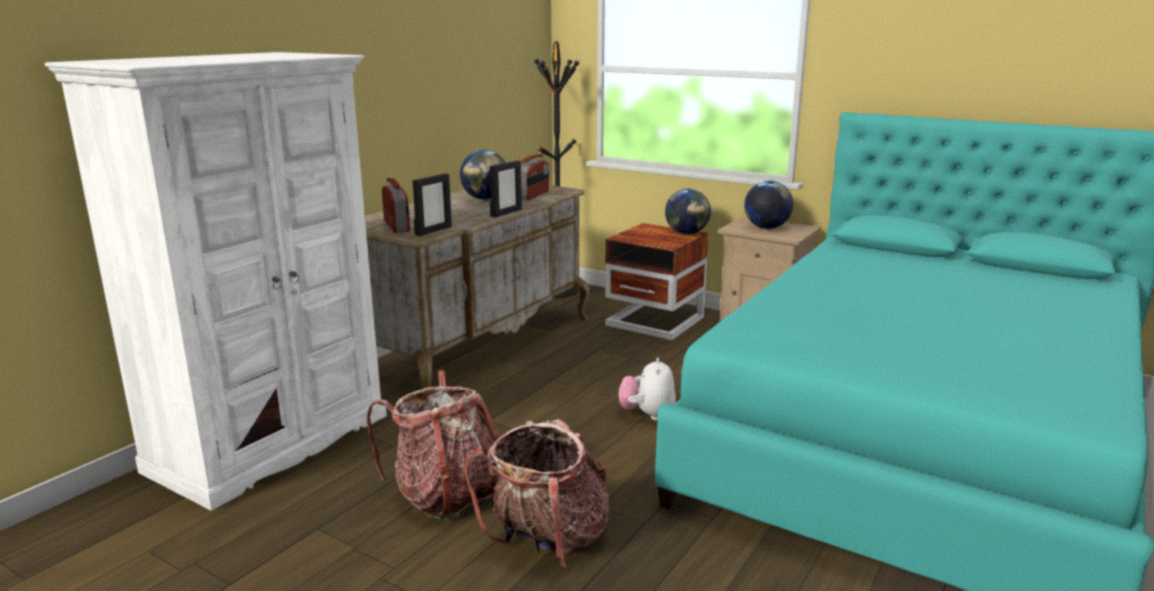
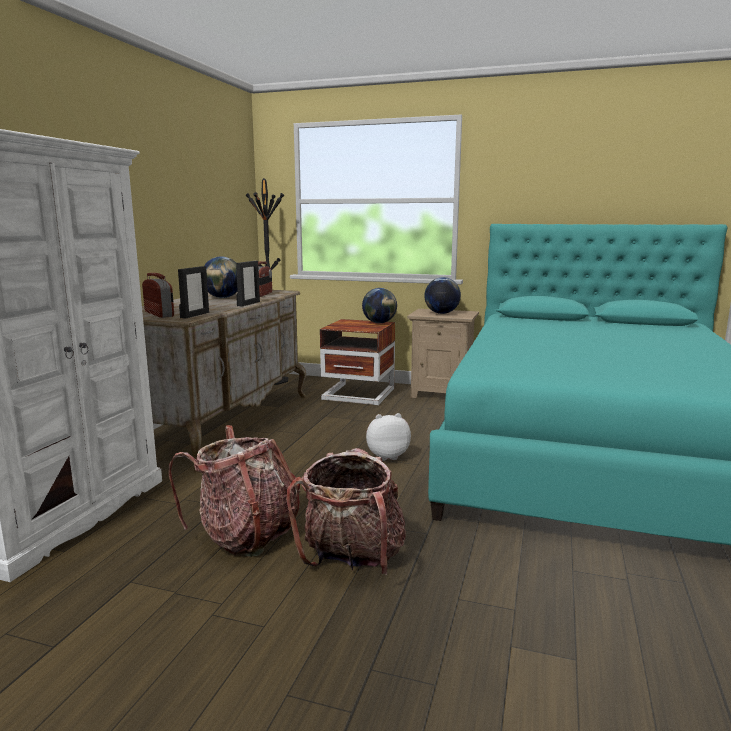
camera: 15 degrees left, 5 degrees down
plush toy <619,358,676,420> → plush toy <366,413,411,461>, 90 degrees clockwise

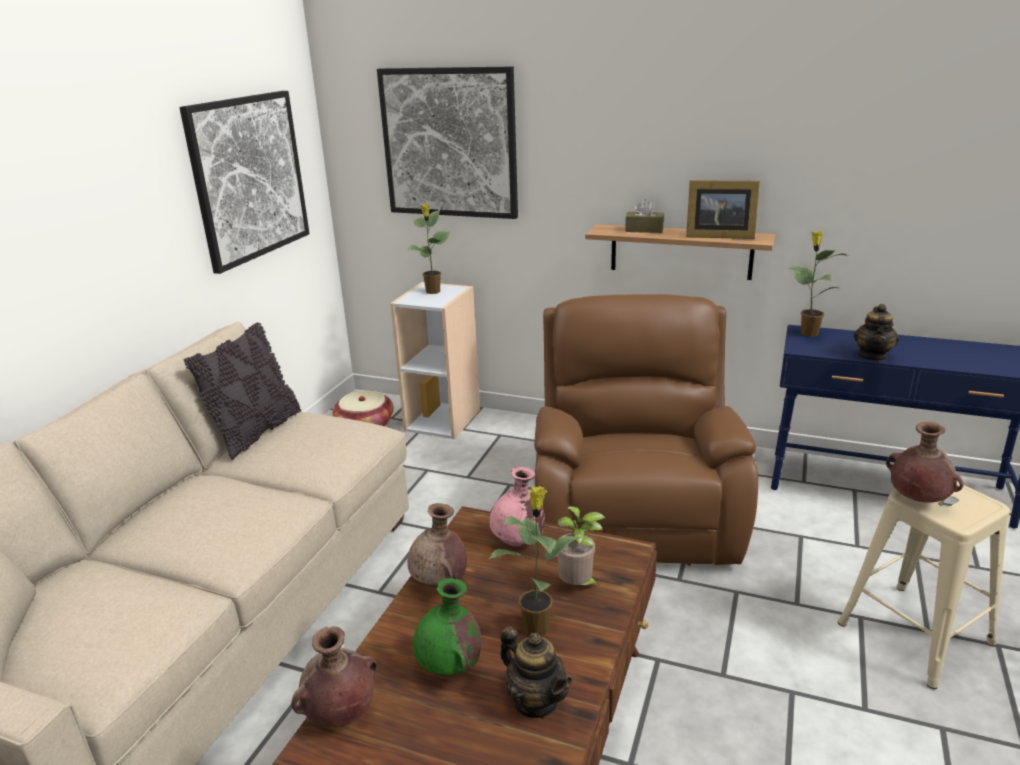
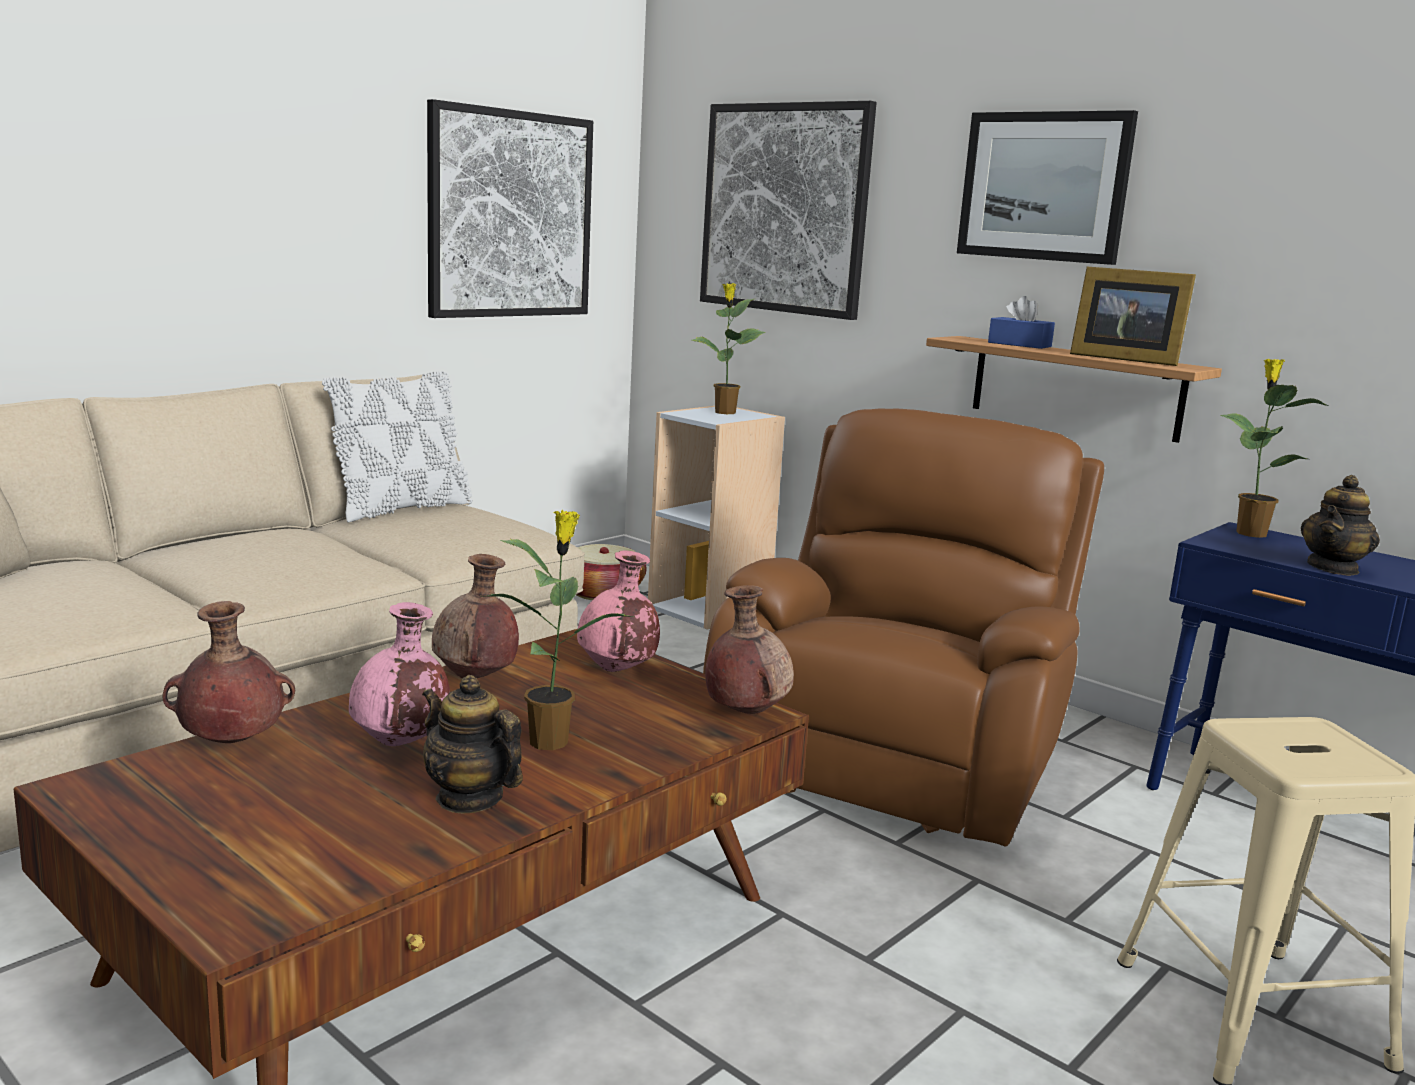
camera: 20 degrees right, 10 degrees down
brown tissue box <625,199,664,233> → blue tissue box <988,296,1055,349>
black-coloured throw pillow <184,322,301,460> → white-coloured throw pillow <322,371,472,522>
brown decorative vase <886,422,964,503> → brown decorative vase <705,585,794,714>, shifted
potted plant <558,506,605,586> → -
green-coloured decorative vase <413,578,482,675> → pink-coloured decorative vase <349,602,450,746>
pot for tea <500,627,573,718> → pot for tea <422,675,523,813>, 150 degrees clockwise
- → wall art <957,110,1138,265>

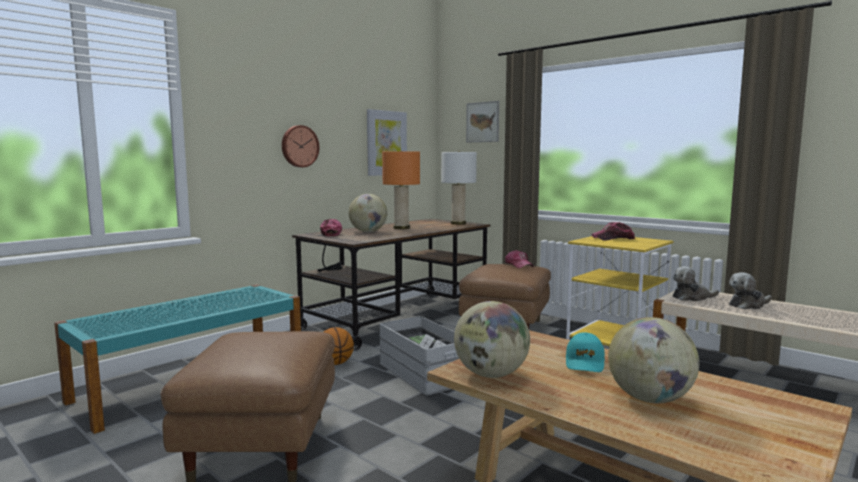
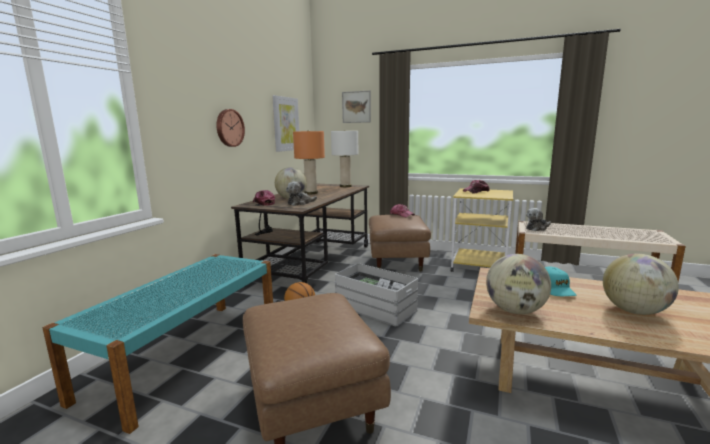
camera: 20 degrees left, 5 degrees up
plush toy <729,272,772,309> → plush toy <286,182,317,206>, shifted

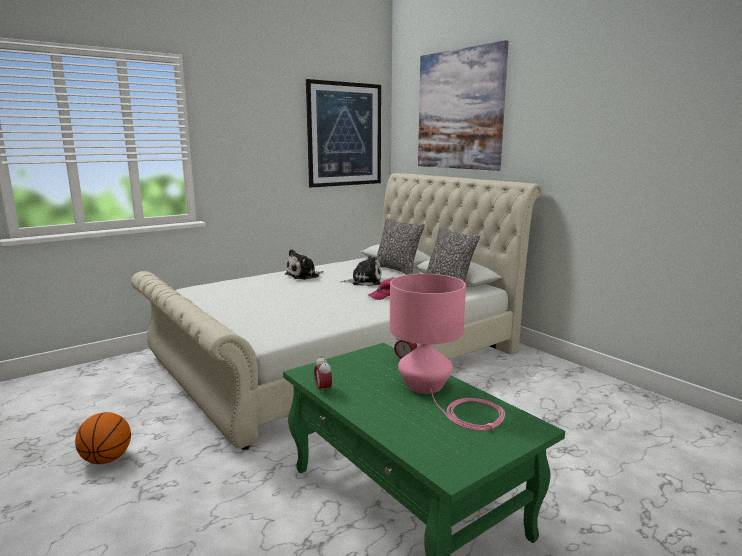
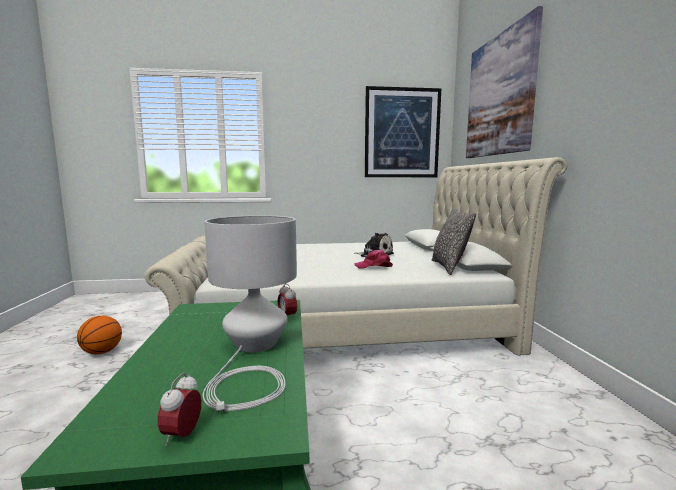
camera: 30 degrees right, 5 degrees down
throw pillow <376,218,425,275> → -
plush toy <285,249,323,280> → -
pink-coloured tabletop lamp <390,274,505,431> → white-coloured tabletop lamp <203,215,297,415>
table clock <314,355,332,392> → table clock <157,373,201,446>, shifted

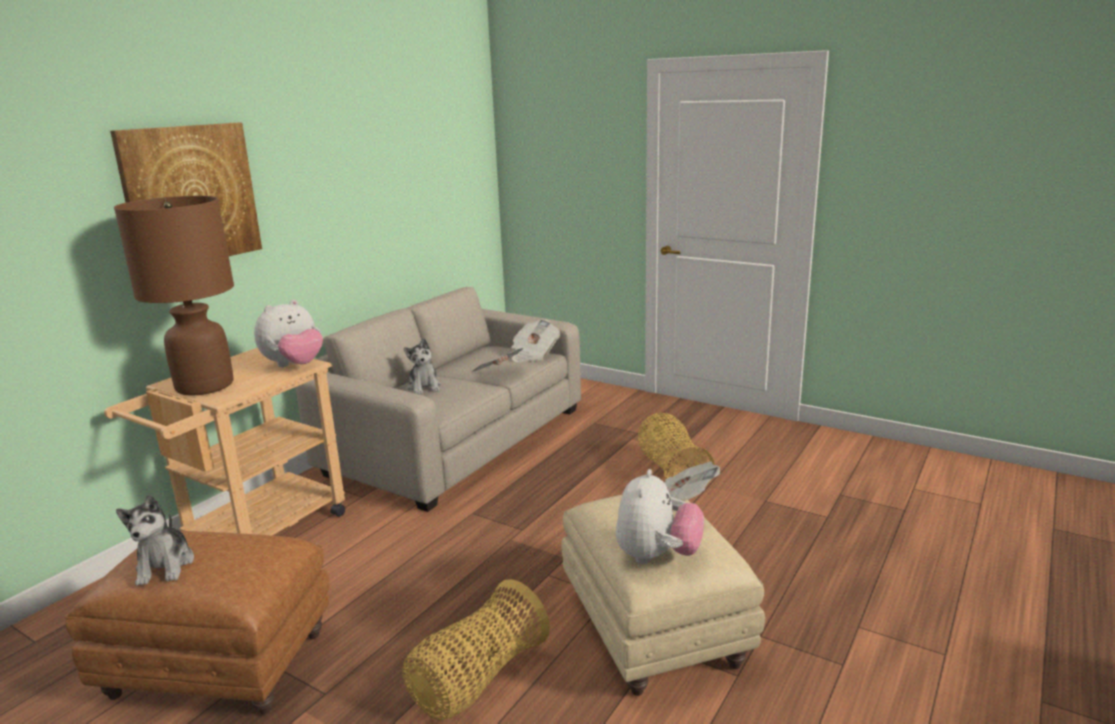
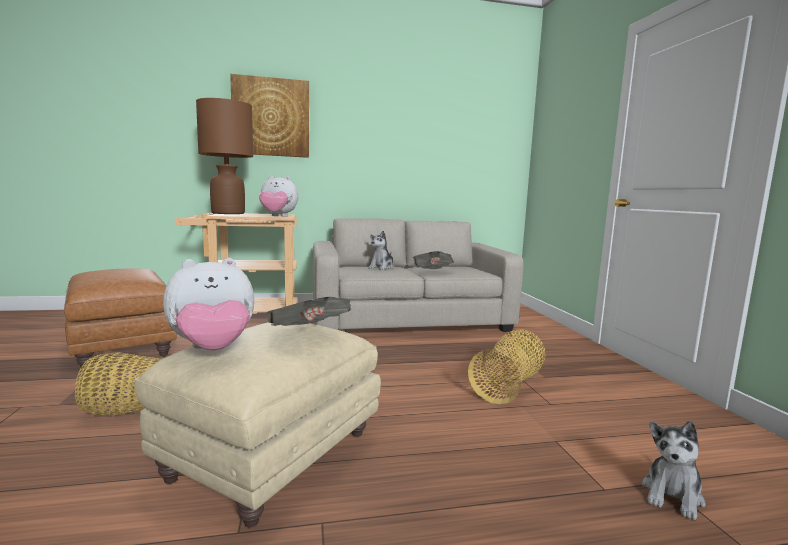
camera: 45 degrees right, 10 degrees down
printed paper <511,319,560,362> → -
plush toy <116,494,194,586> → plush toy <642,421,706,520>, shifted

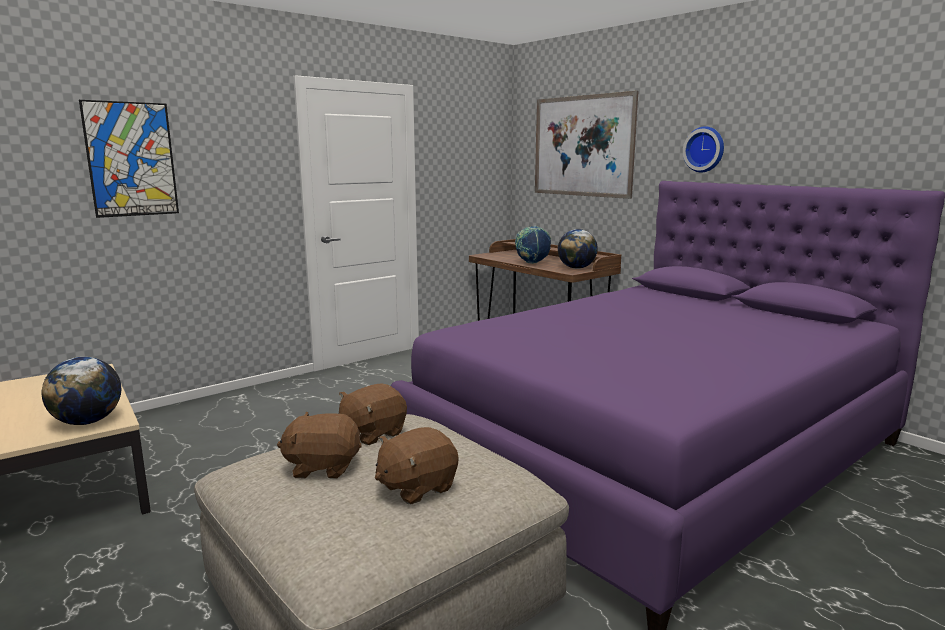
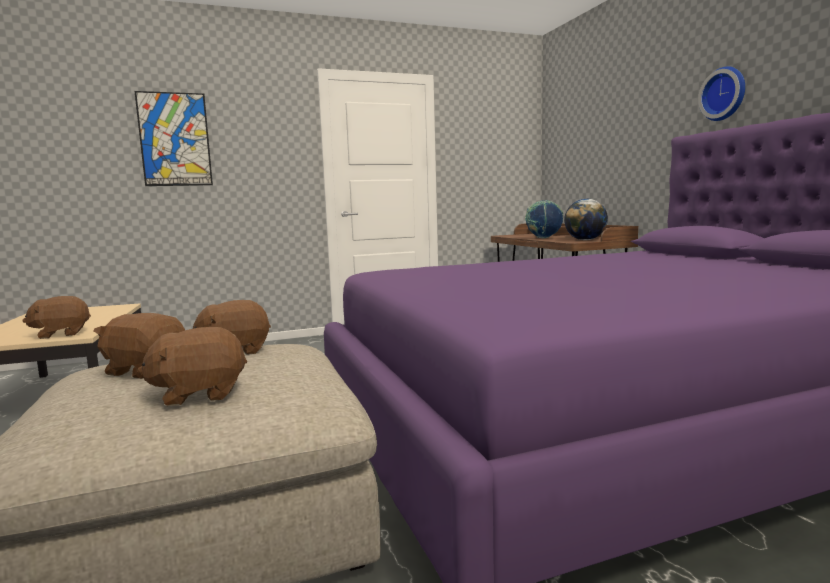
camera: 20 degrees right, 5 degrees down
wall art <535,91,638,199> → -
world globe <42,357,121,425> → brown plush toy <22,296,91,339>

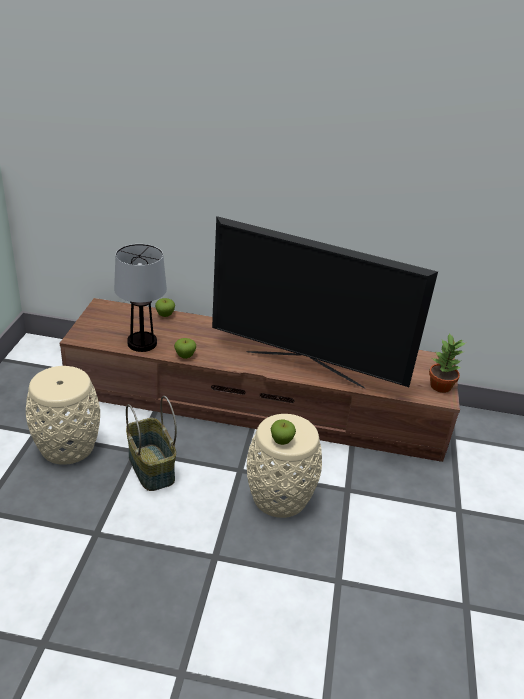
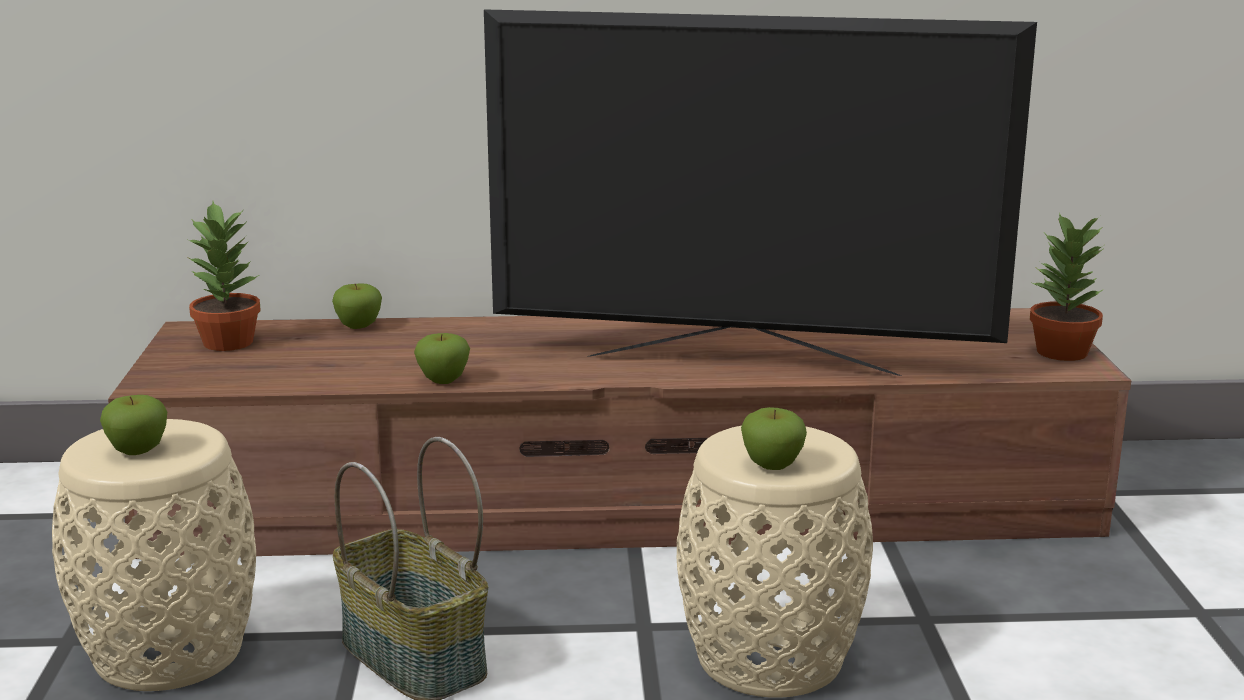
camera: 10 degrees left, 15 degrees down
tabletop lamp <114,244,167,352> → -
- → potted plant <186,201,260,351>
- → apple fruit <100,395,167,455>

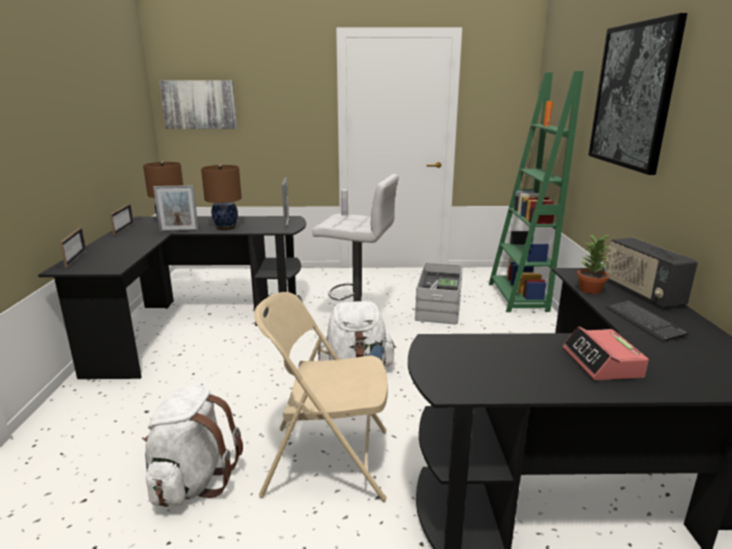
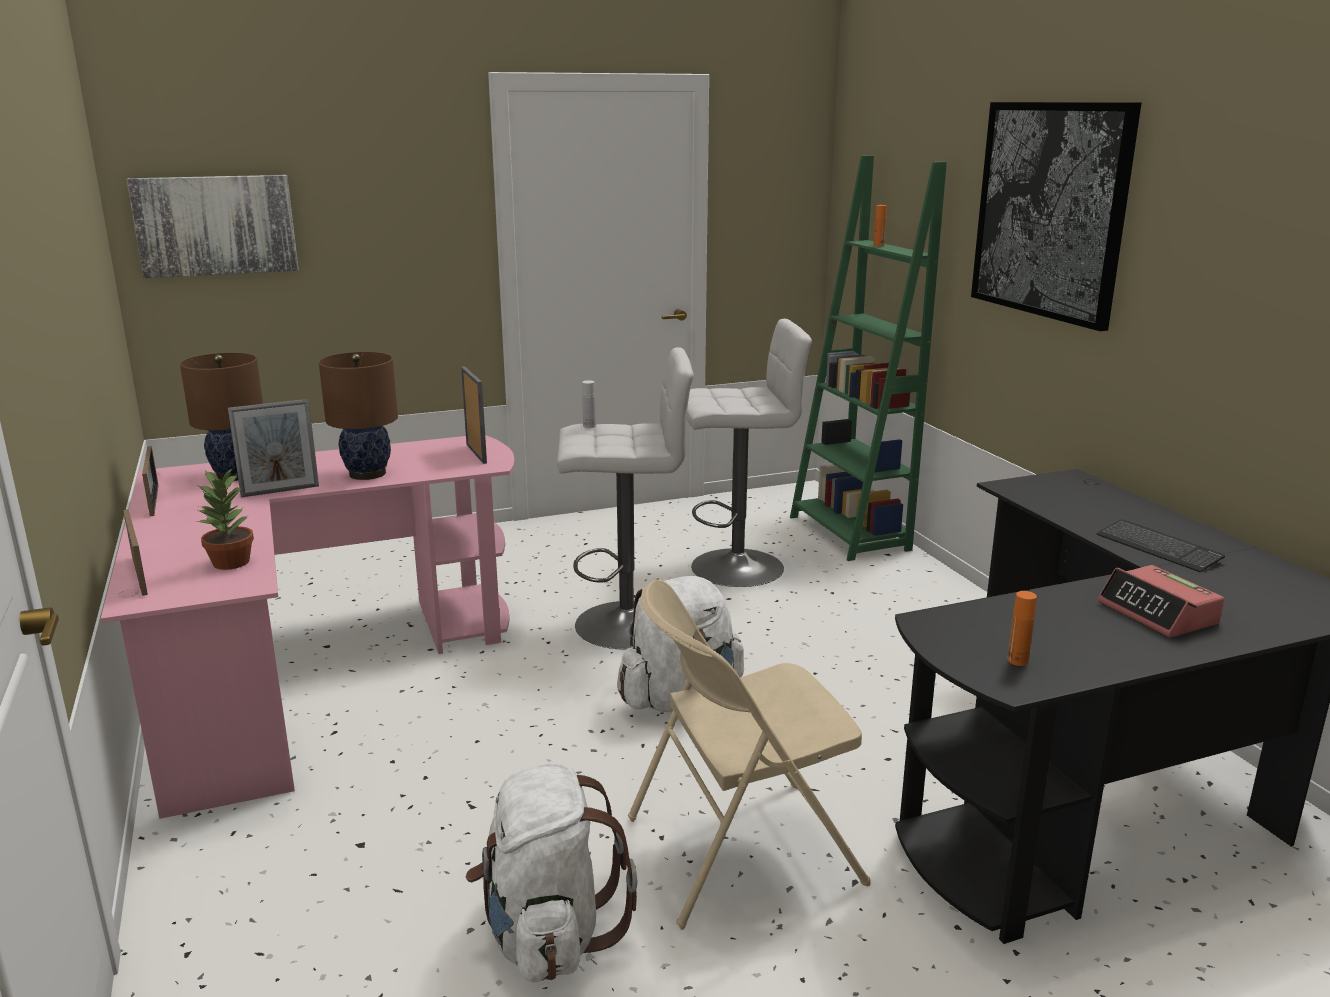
camera: 20 degrees left, 0 degrees up
black-coloured desk <38,216,306,379> → pink-coloured desk <101,435,514,819>
potted plant <577,233,610,294> → potted plant <196,468,254,570>, shifted
radio set <604,238,698,307> → -
gray storage container <415,263,463,324> → white-coloured sitting stool <686,319,812,587>
- → orangey drink bottle <1007,591,1037,666>

